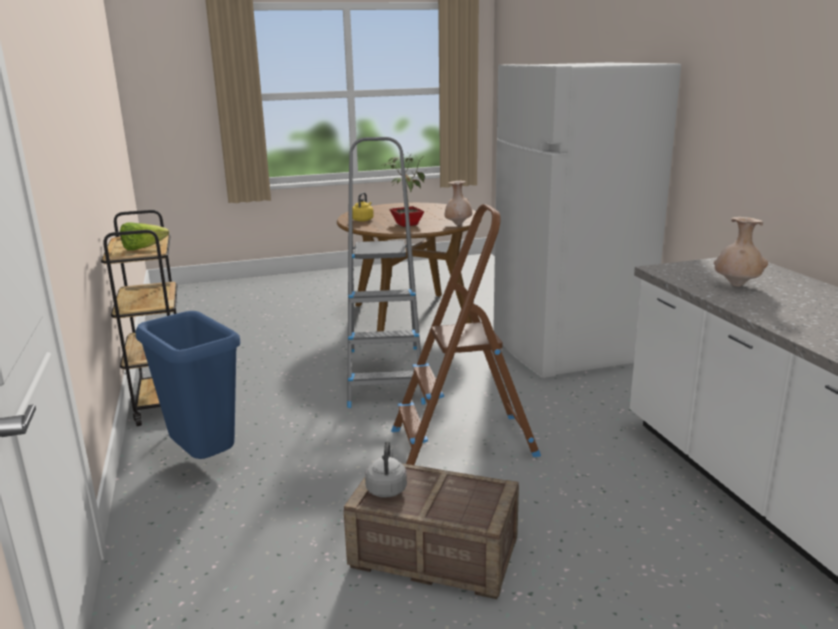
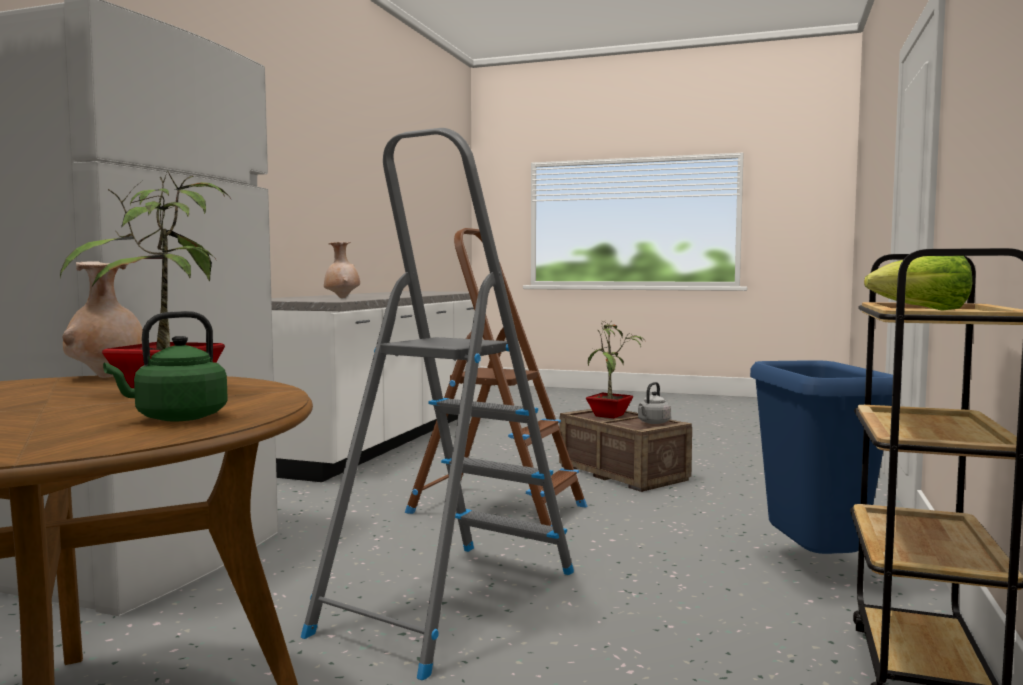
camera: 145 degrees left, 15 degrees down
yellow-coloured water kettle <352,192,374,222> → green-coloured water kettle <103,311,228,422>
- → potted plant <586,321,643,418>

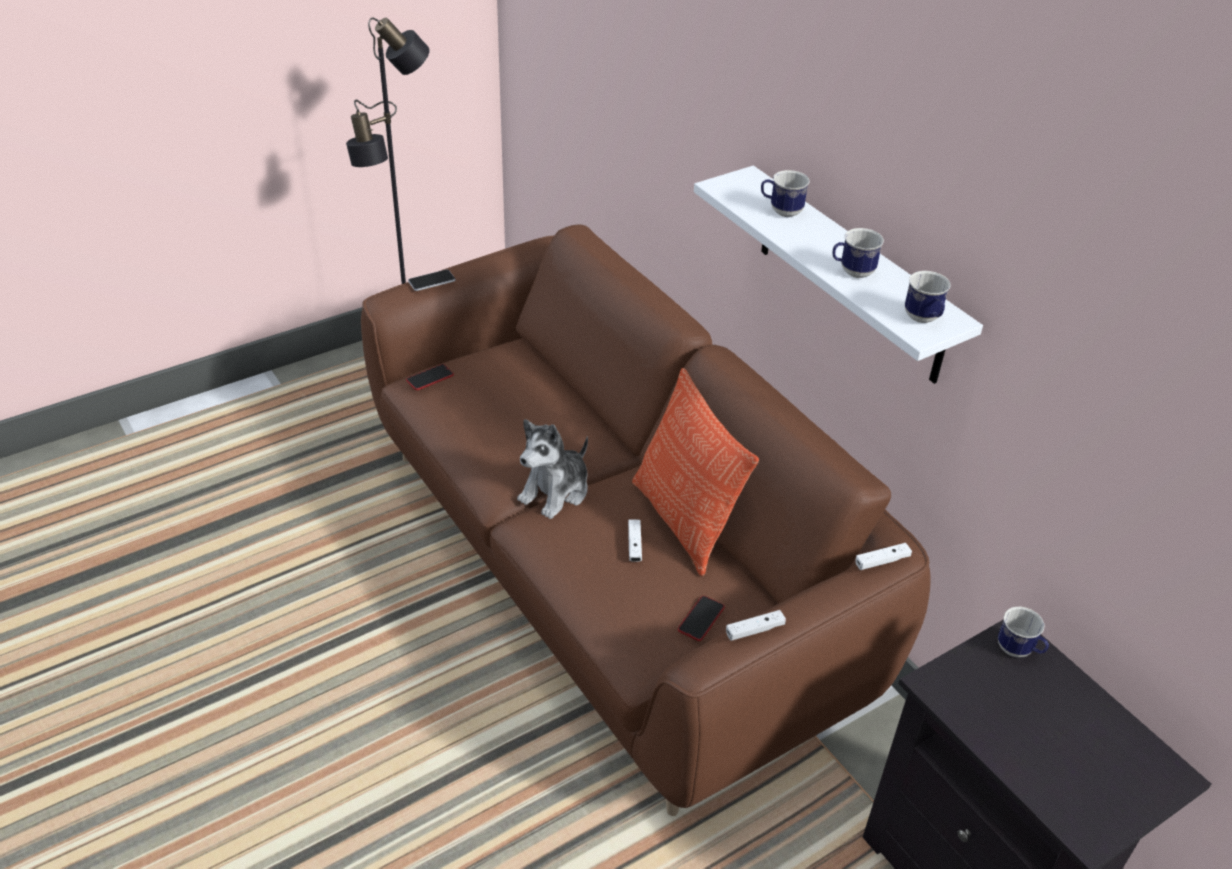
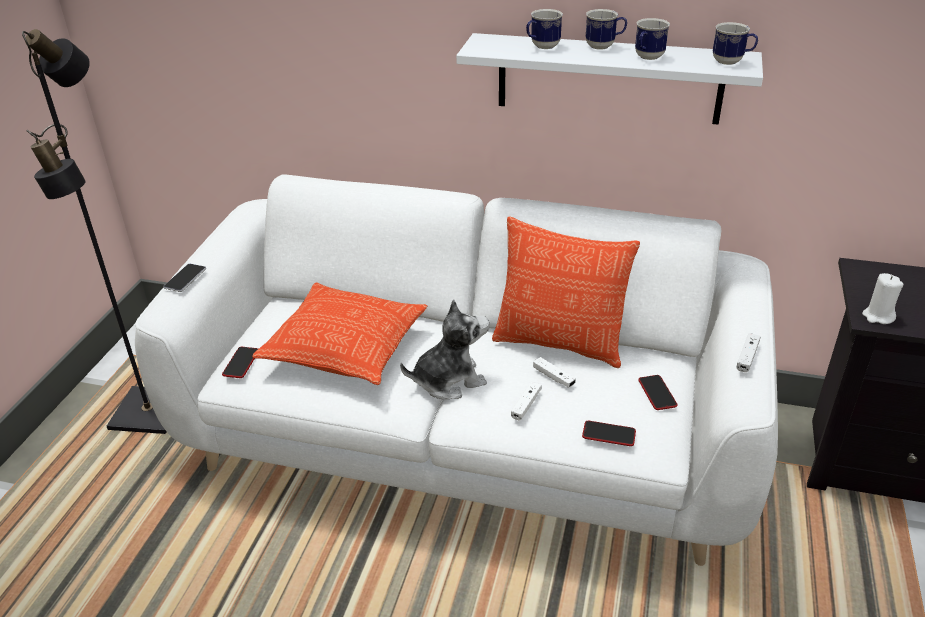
camera: 40 degrees left, 5 degrees down
brown couch <361,225,931,816> → white-coloured couch <135,174,778,566>
plush toy <517,419,588,519> → plush toy <400,300,490,399>, 105 degrees counterclockwise
white-coloured gamepad <855,543,912,570> → white-coloured gamepad <511,382,541,420>, shifted
coffee mug <998,607,1049,657> → coffee mug <586,9,627,50>, shifted
- → white-coloured wax candle <862,273,903,324>
- → orangey throw pillow <252,282,427,385>
- → handset <582,421,636,446>

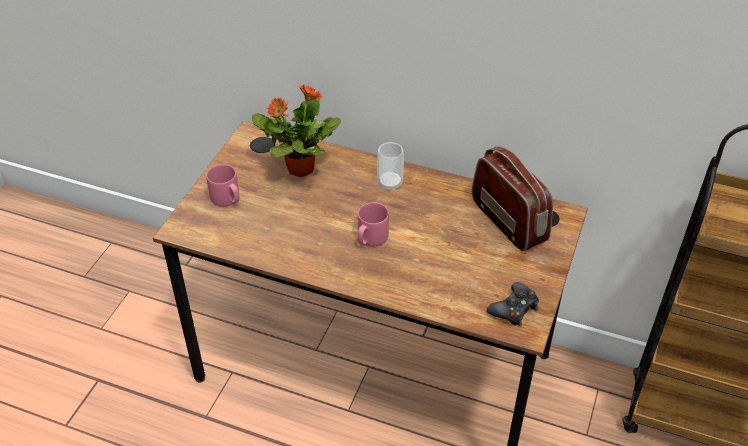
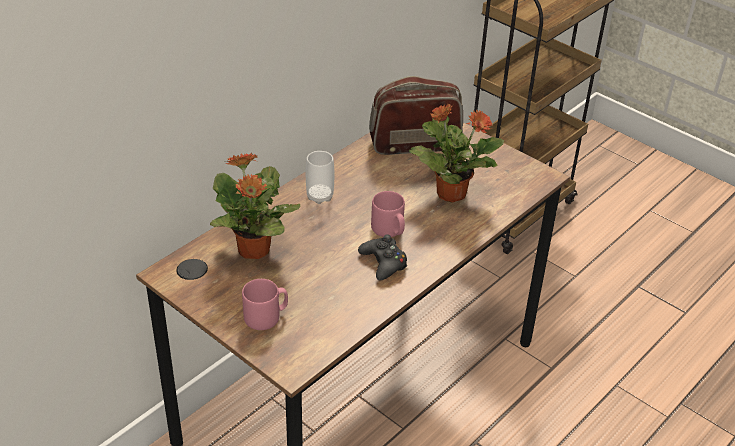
camera: 70 degrees left, 5 degrees down
black-coloured gamepad <487,282,539,326> → black-coloured gamepad <358,234,407,281>, shifted
- → potted plant <409,103,504,203>

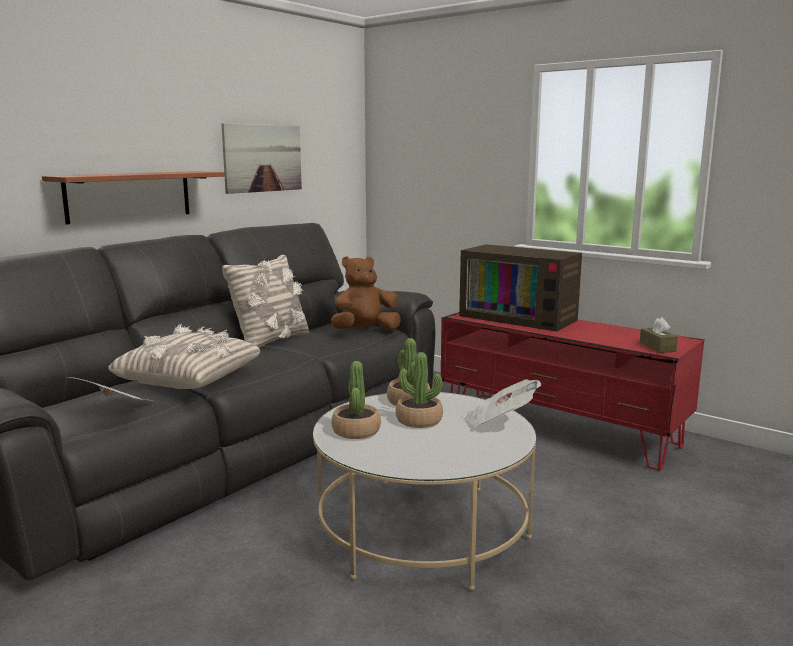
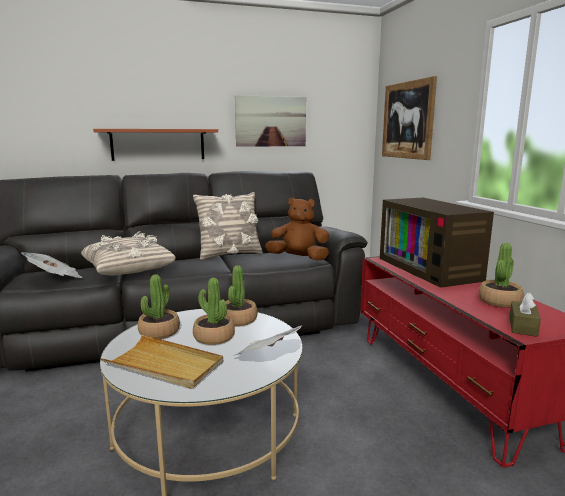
camera: 35 degrees right, 0 degrees up
- → wall art <382,76,437,160>
- → potted plant <479,243,524,308>
- → sand-coloured tray <101,335,223,389>

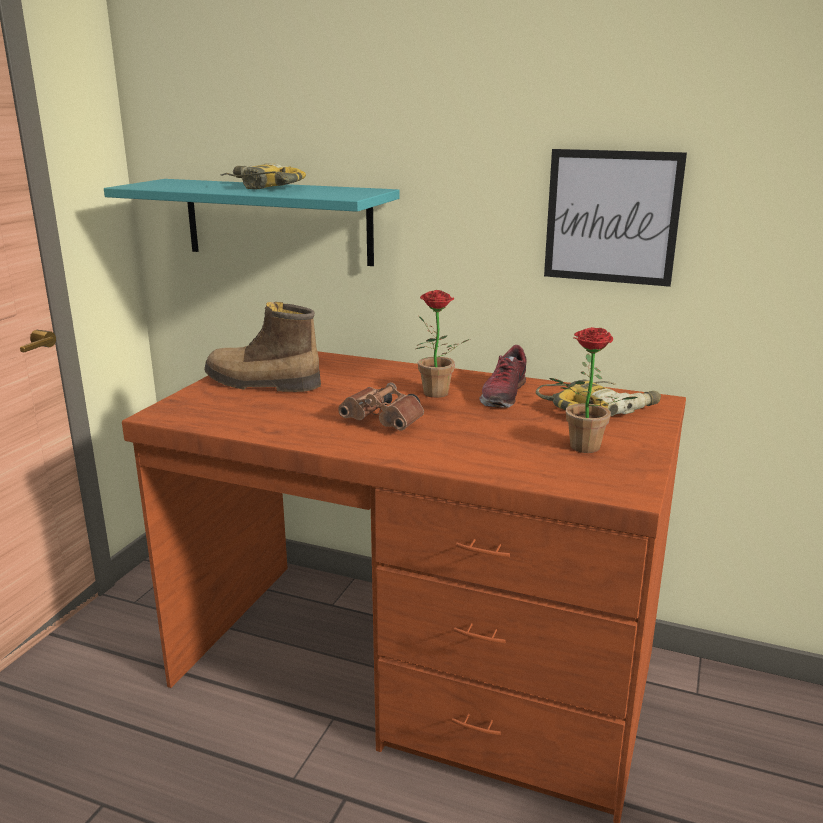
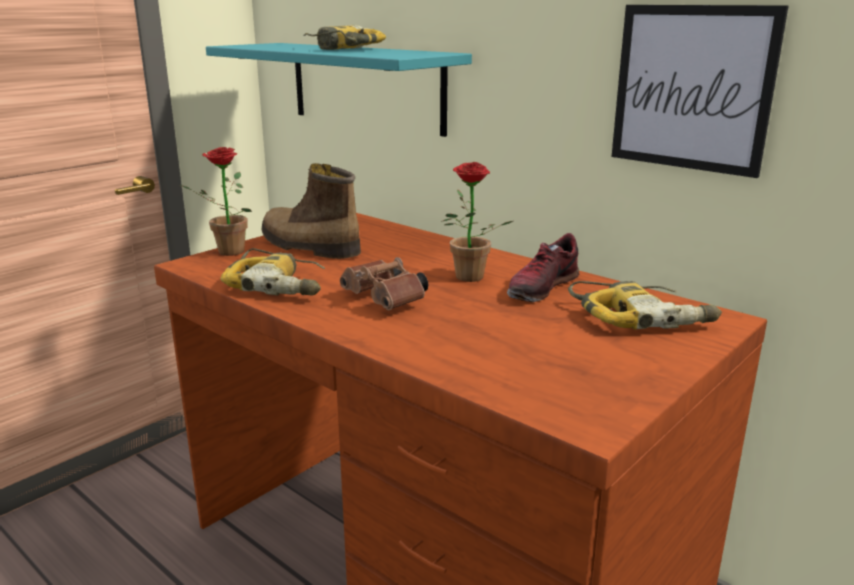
camera: 20 degrees right, 0 degrees up
potted plant <549,327,637,453> → potted plant <180,147,252,256>, shifted
- → power drill <221,248,325,295>

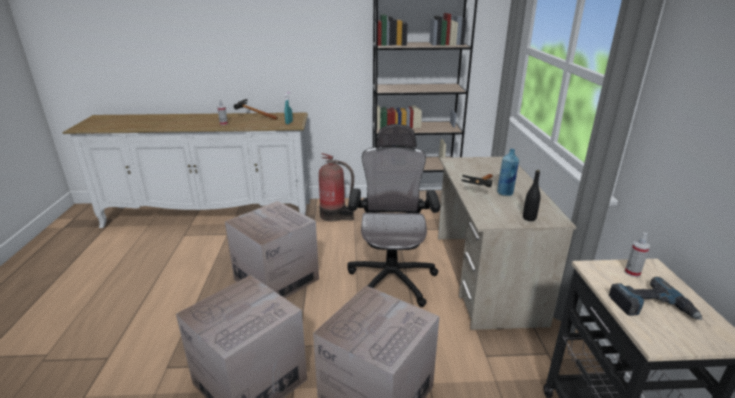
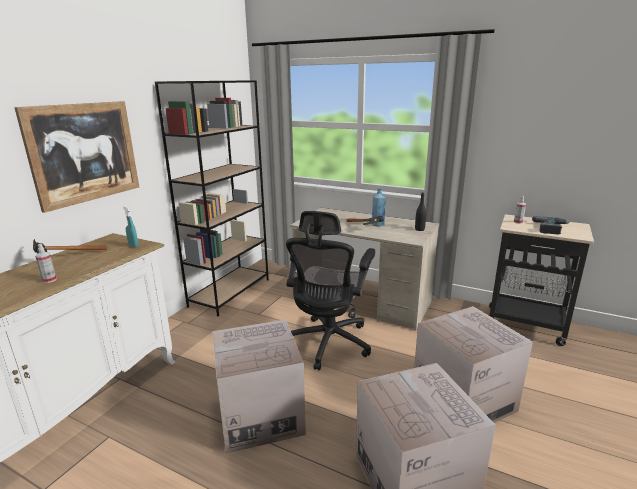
camera: 60 degrees left, 5 degrees down
computer chair <347,124,440,307> → computer chair <286,211,375,370>, 105 degrees counterclockwise
fire-fighting cylinder <319,153,354,221> → -
- → wall art <14,101,139,213>

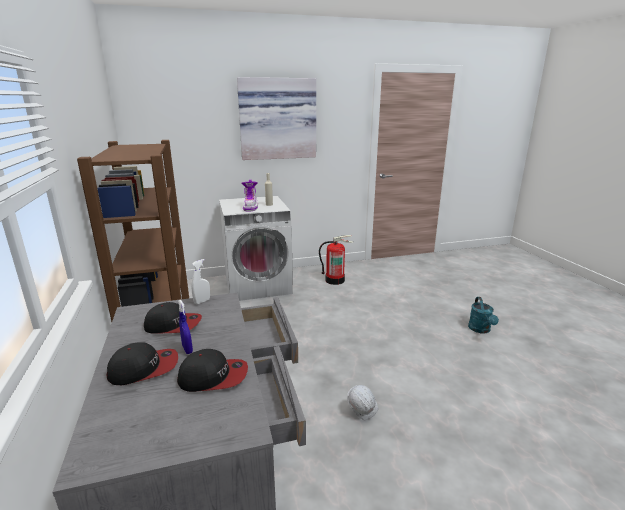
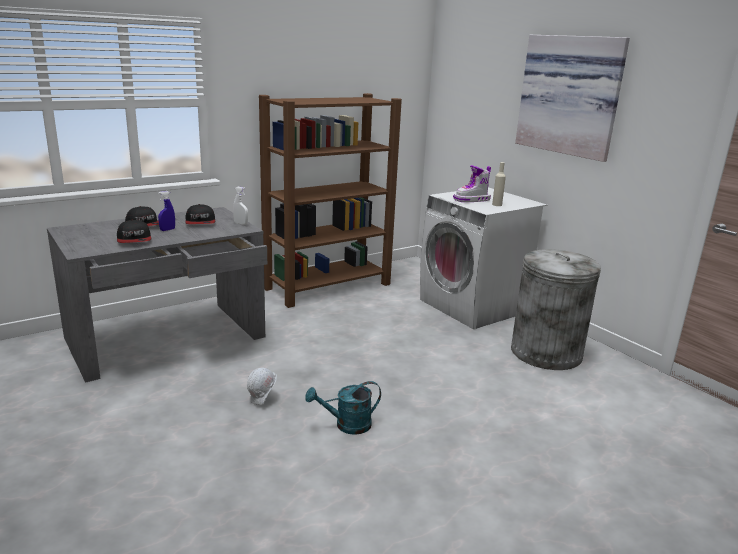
camera: 70 degrees right, 0 degrees up
fire-fighting cylinder <319,235,354,285> → gray waste bin <511,249,601,370>
turquoise-coloured sprinkling can <468,297,499,334> → turquoise-coloured sprinkling can <305,381,381,435>, shifted

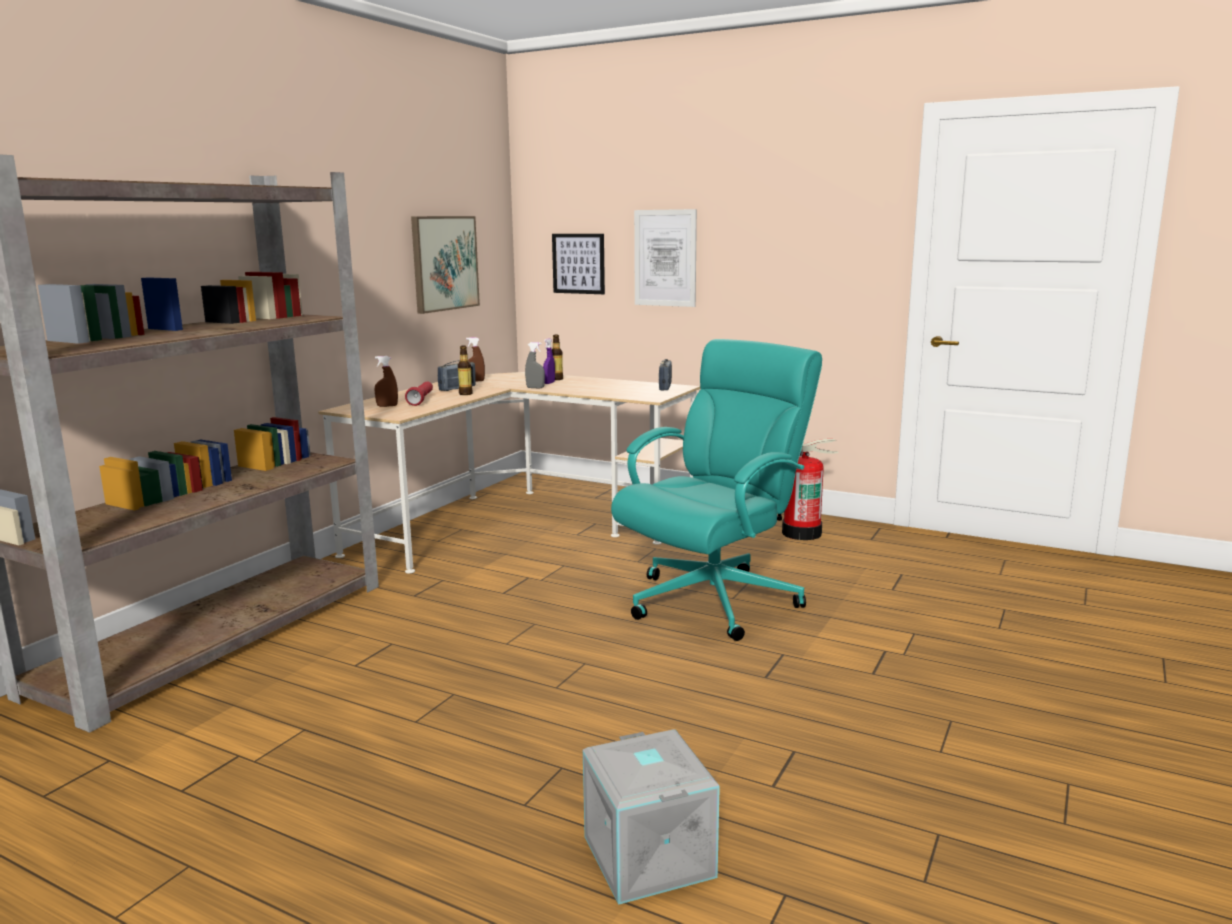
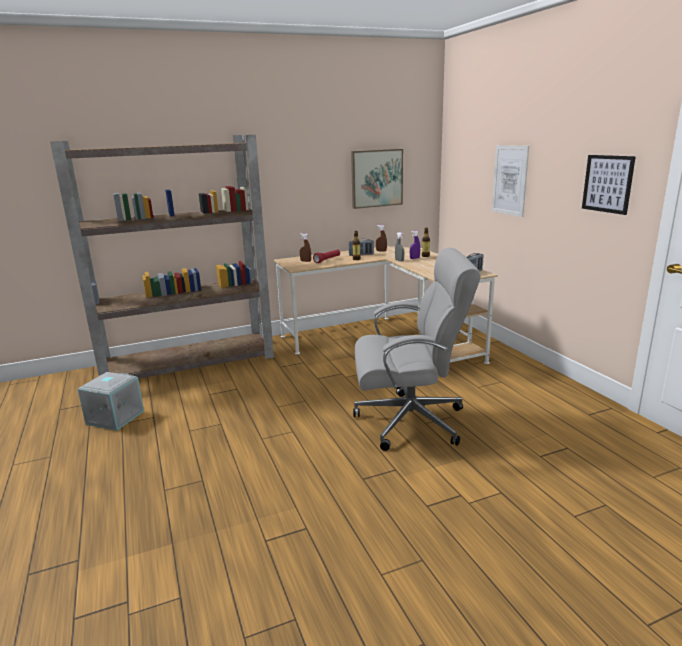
camera: 40 degrees right, 5 degrees up
wall art <552,234,605,294> → wall art <582,155,636,215>, shifted
turquoise-coloured computer chair <611,339,822,641> → gray computer chair <353,248,481,451>
fire-fighting cylinder <777,439,839,540> → -
gray storage container <583,729,720,905> → gray storage container <78,372,144,431>, shifted

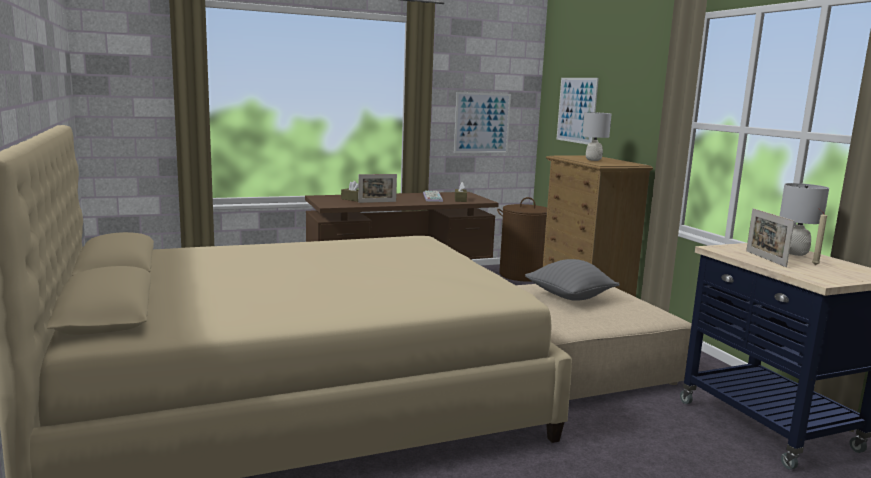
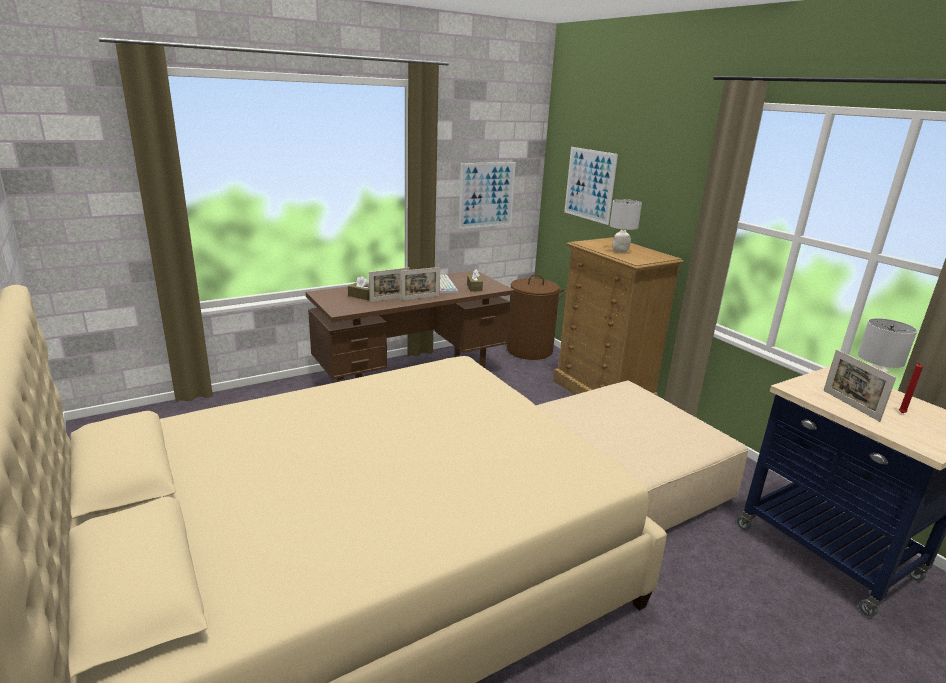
camera: 10 degrees left, 10 degrees up
sand-coloured wax candle <812,208,827,265> → red-coloured wax candle <899,359,923,413>
gray throw pillow <525,259,620,301> → -
- → photo frame <401,267,440,301>

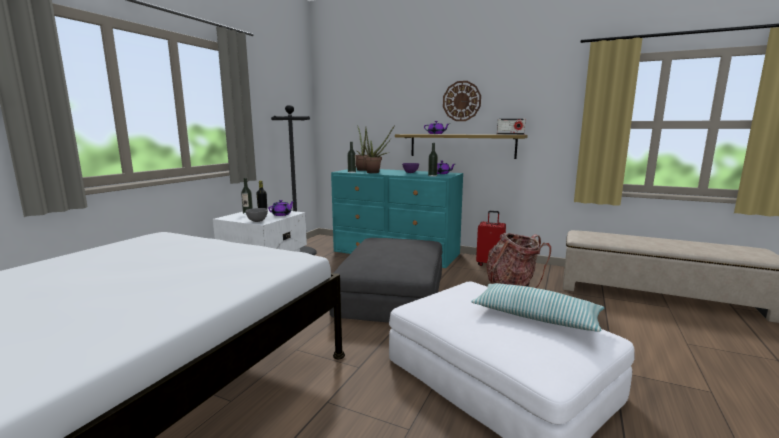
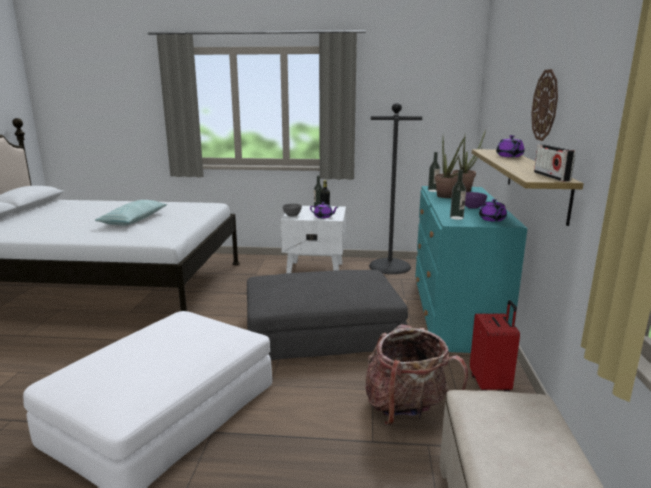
camera: 70 degrees right, 5 degrees up
throw pillow <471,283,605,332> → throw pillow <95,200,167,226>, shifted

